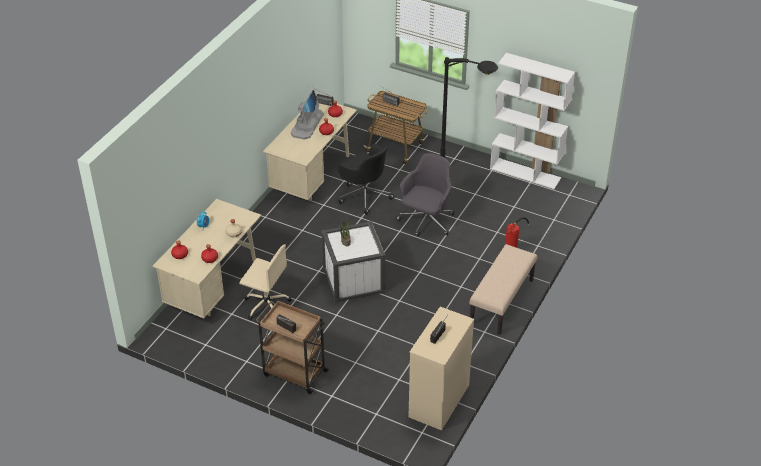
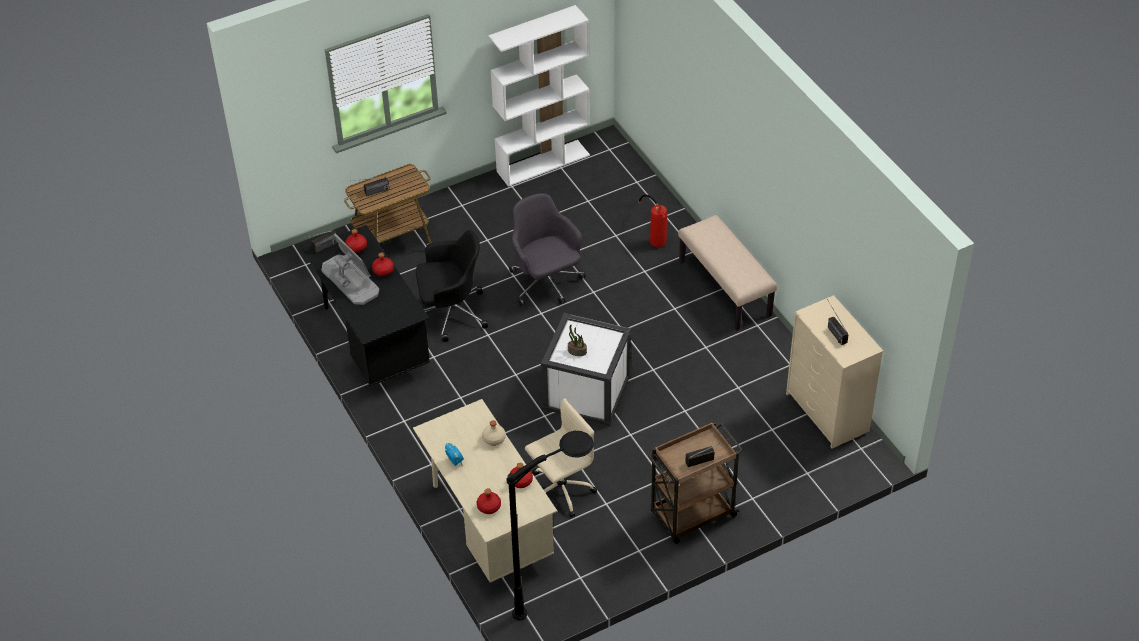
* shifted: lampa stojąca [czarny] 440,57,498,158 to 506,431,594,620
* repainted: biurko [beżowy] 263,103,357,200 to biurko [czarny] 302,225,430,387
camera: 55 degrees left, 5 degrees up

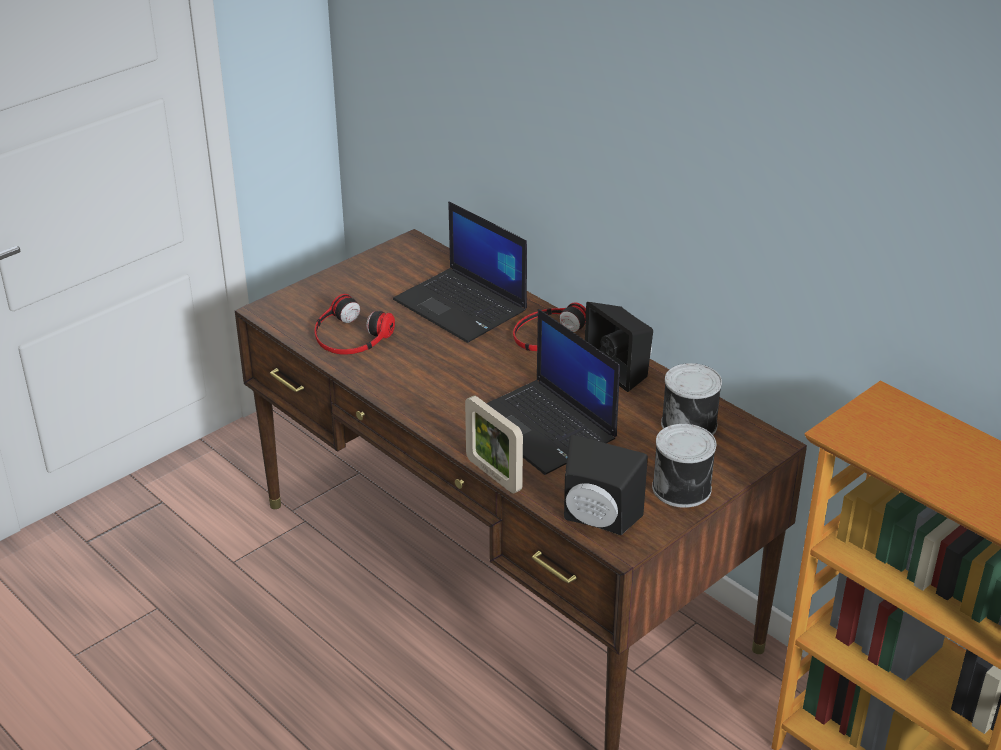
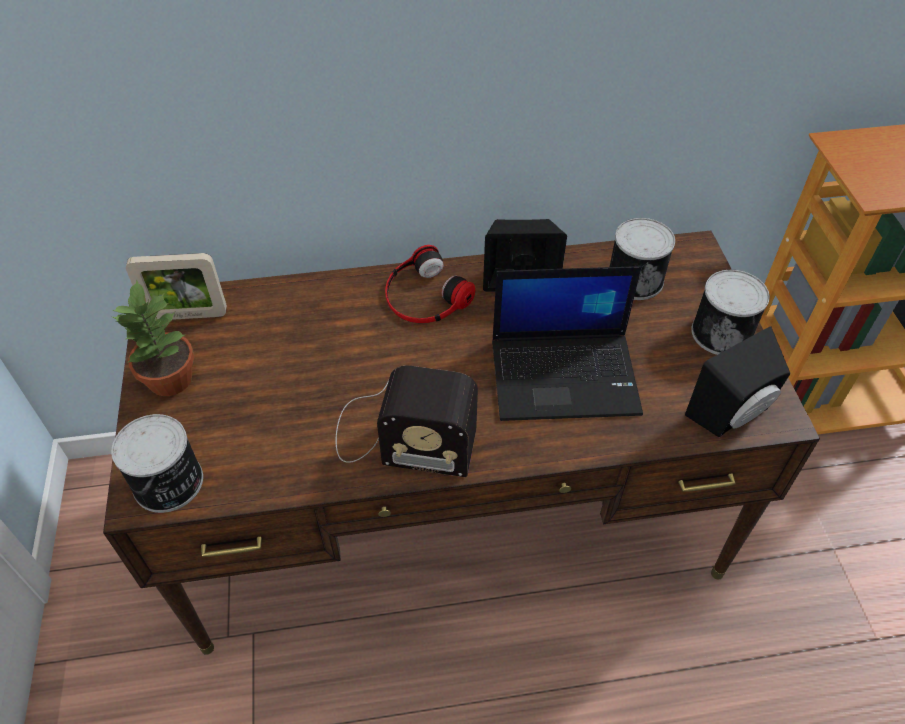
* gone: laptop 393,202,527,343
* gone: słuchawki 315,294,395,355
* shifted: ramka na zdjęcie 465,395,523,494 to 126,253,227,320
* new: roślina doniczkowa 112,279,194,396
* new: radio 336,366,478,477
* new: puszka 111,414,203,513
camera: 55 degrees left, 15 degrees up

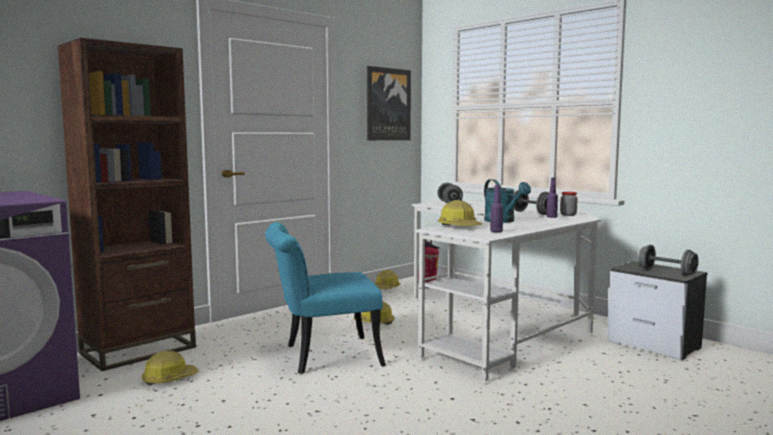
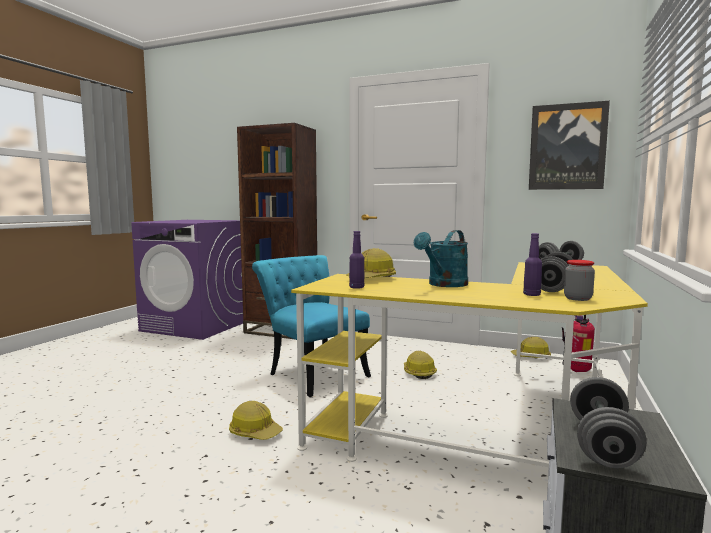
* repainted: biurko [biały] 412,200,601,384 to biurko [żółty] 291,262,648,467
* shifted: kask 142,351,198,386 to 229,401,283,440
camera: 65 degrees right, 0 degrees up

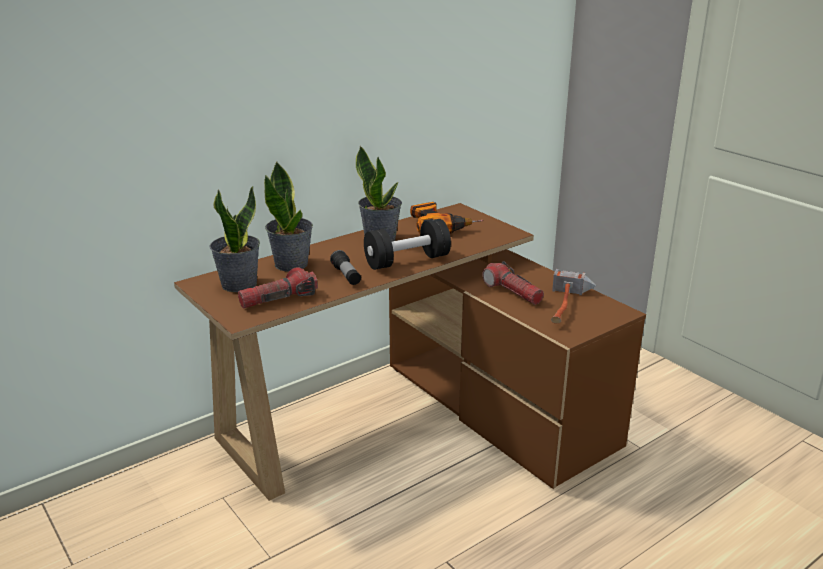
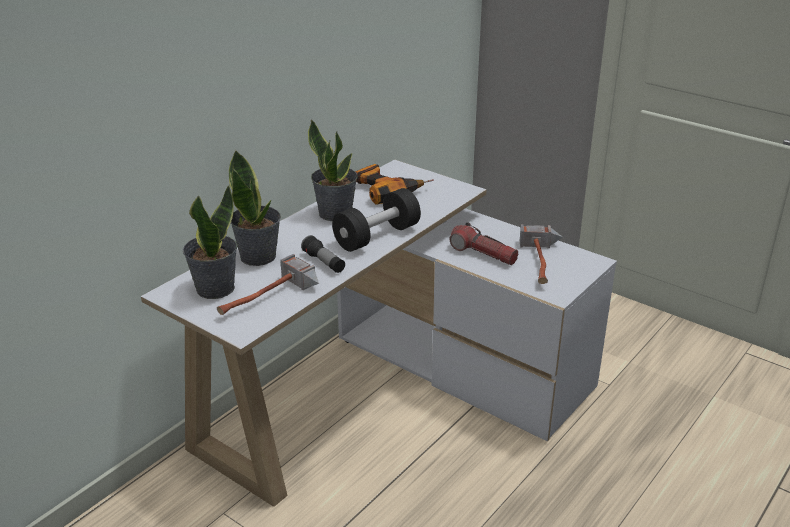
* repainted: biurko [brązowy] 174,203,646,501 to biurko [biały] 141,159,617,507
* swapped: latarka 238,267,318,309 to młotek 217,254,319,315
camera: 15 degrees left, 5 degrees up

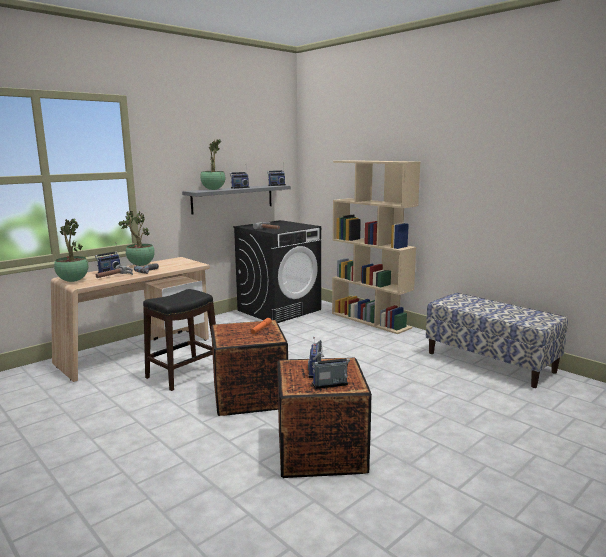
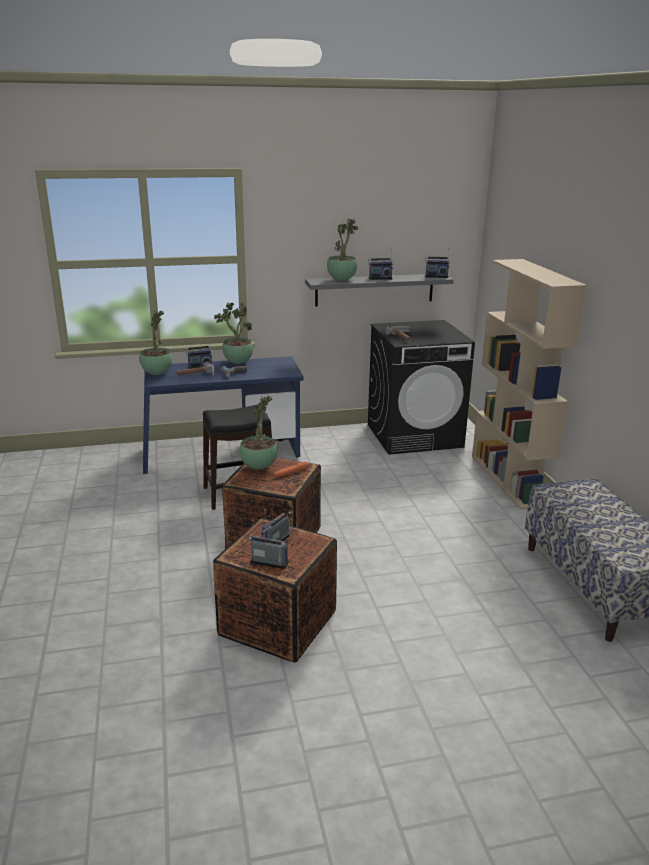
* repainted: biurko [beżowy] 51,257,210,382 to biurko [niebieski] 143,357,303,474
* new: roślina doniczkowa 239,395,278,469
camera: 30 degrees right, 10 degrees up

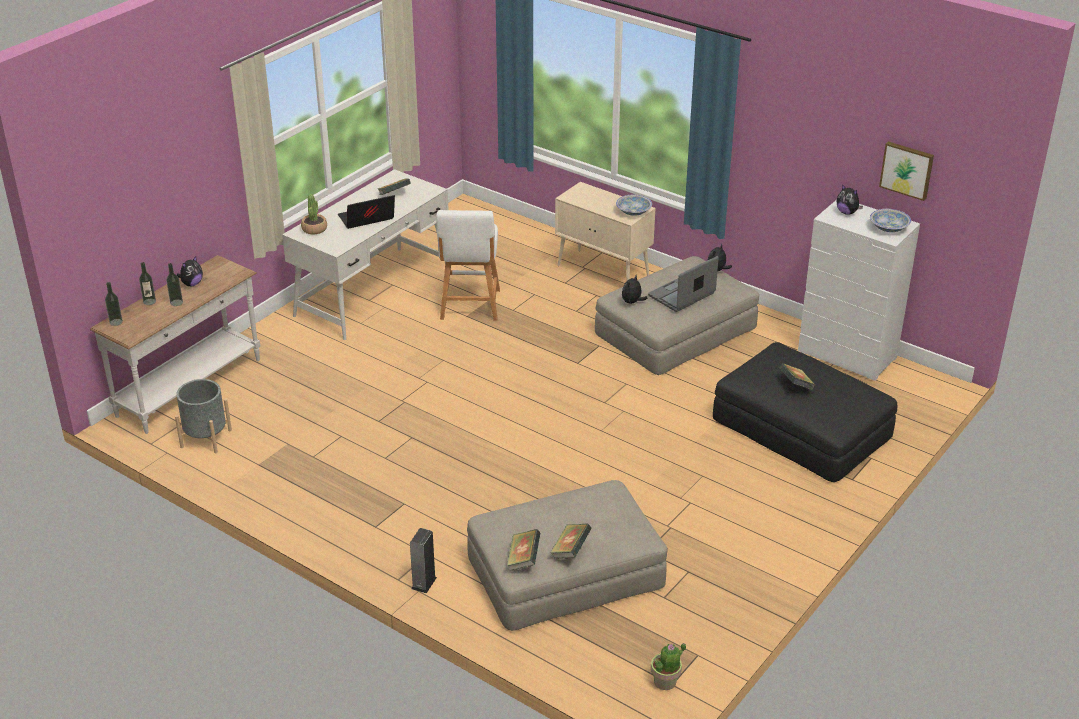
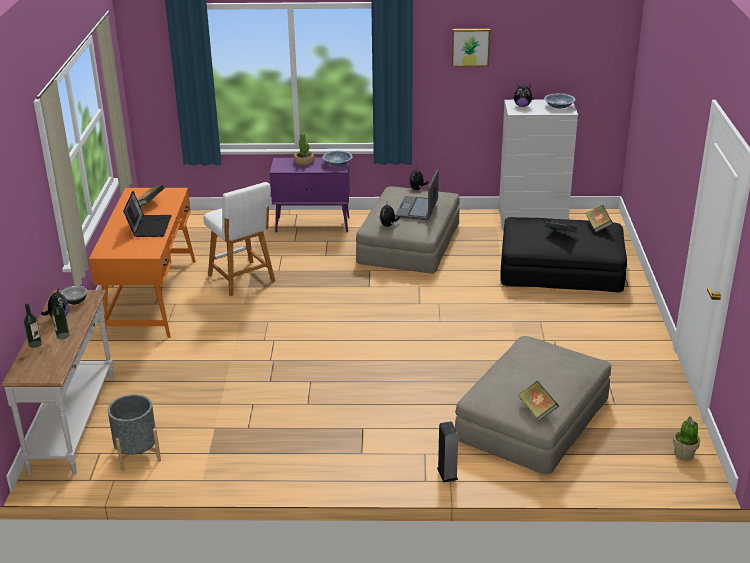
* shifted: obraz 879,141,934,201 to 452,29,490,67
* repainted: biurko [biały] 282,169,449,340 to biurko [pomarańczowy] 89,188,196,338
* repainted: szafka [beżowy] 555,182,655,281 to szafka [fioletowy] 270,158,350,232
* shifted: roślina doniczkowa 301,194,327,234 to 294,133,314,166
* rotated: laptop 338,195,395,229 = 123,191,172,237 150 degrees clockwise
* gone: butelka 105,282,123,326
* shifted: książka 550,523,592,559 to 585,205,613,233
* new: miska 61,286,87,305
camera: 35 degrees left, 5 degrees down

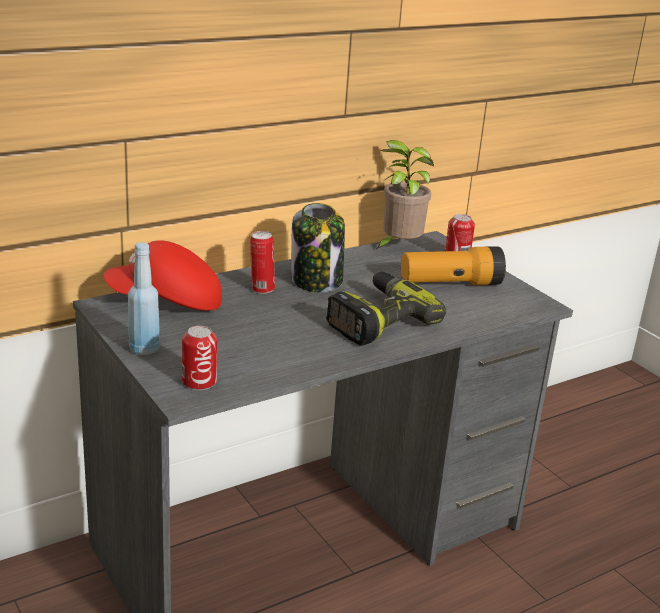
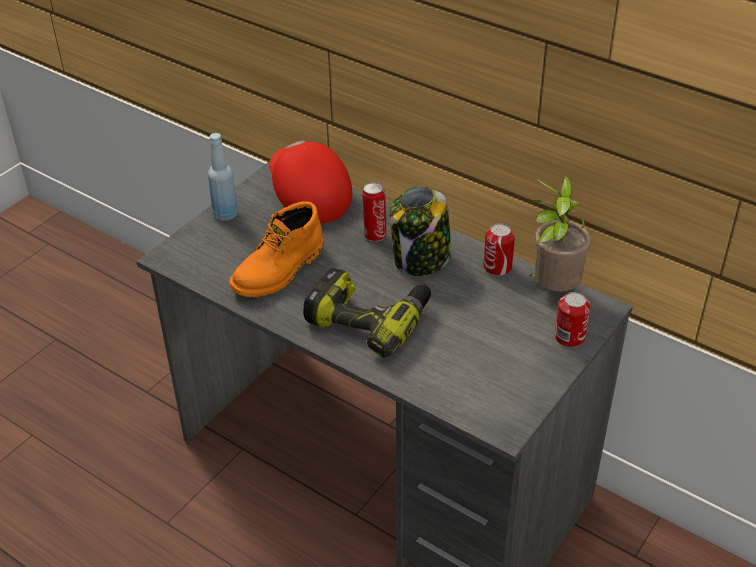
* gone: latarka 401,246,506,285
* shifted: puszka 182,326,217,390 to 483,223,515,276
* new: but z cholewką [pomarańczowy] 229,201,324,297
camera: 70 degrees right, 15 degrees up

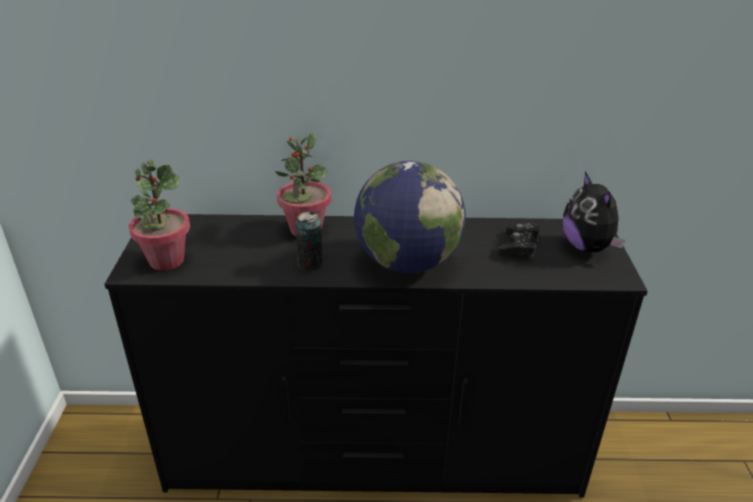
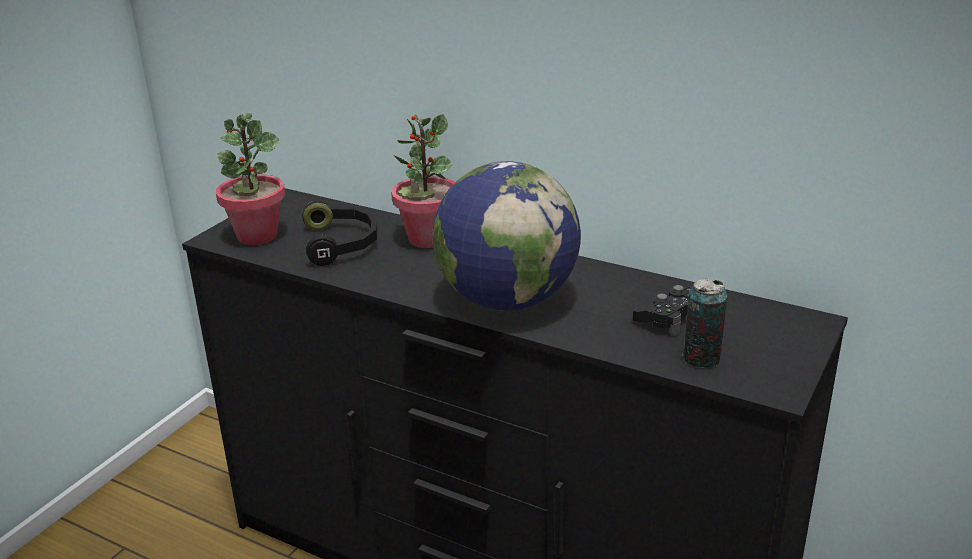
* gone: pluszak 563,171,625,252
* shifted: puszka 295,212,323,272 to 682,279,727,368
* new: słuchawki [czarny] 302,201,378,266
camera: 30 degrees right, 5 degrees down

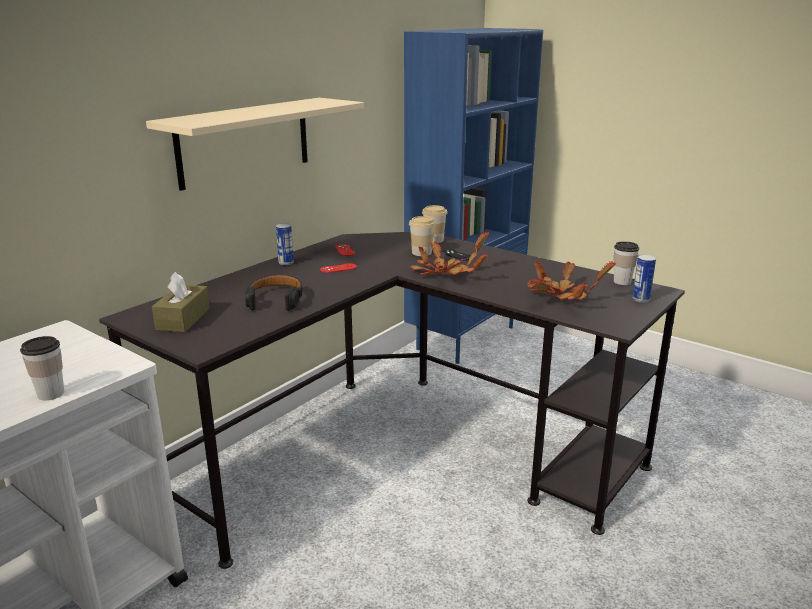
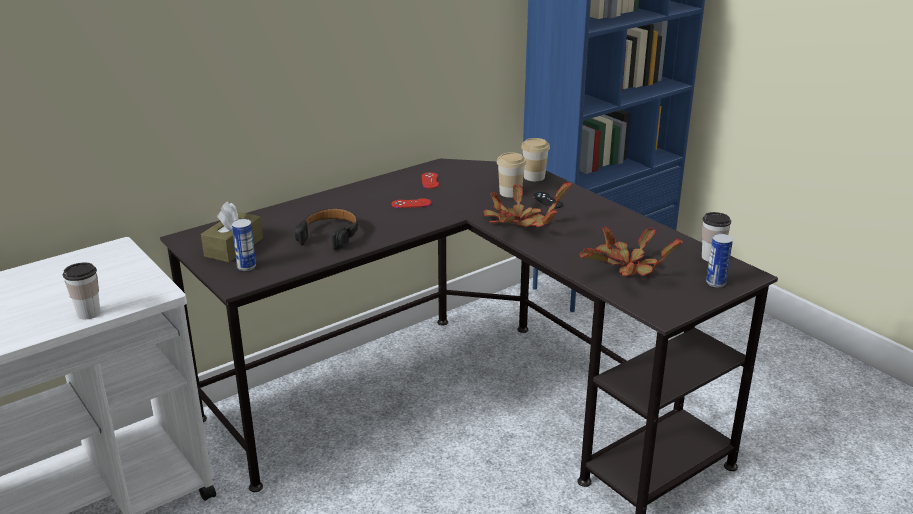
* gone: półka [beżowy] 146,98,364,191
* shifted: puszka 276,223,294,265 to 232,219,256,271
camera: 15 degrees right, 5 degrees up

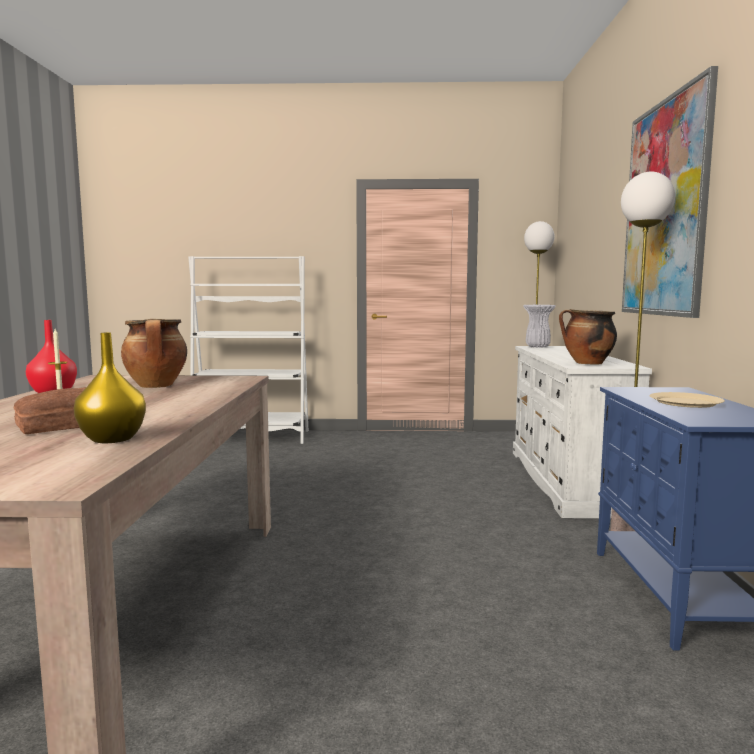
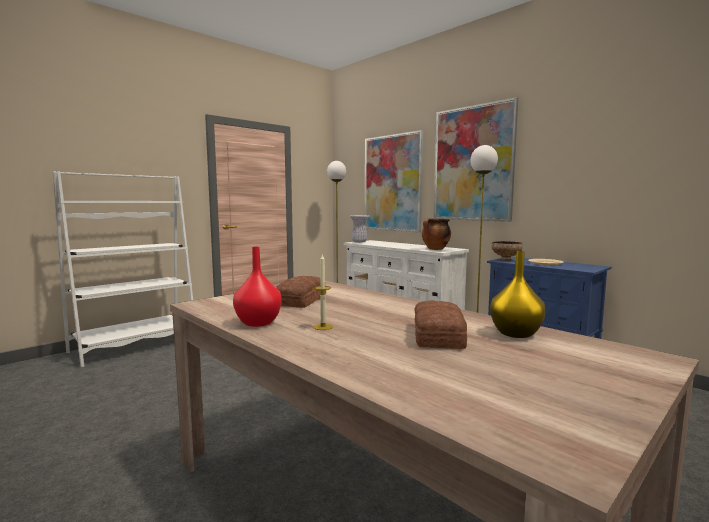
* swapped: garnek 121,319,187,388 to chleb 276,276,326,308
* new: obraz 365,130,423,233
* new: miska 491,241,523,261
camera: 45 degrees left, 0 degrees up

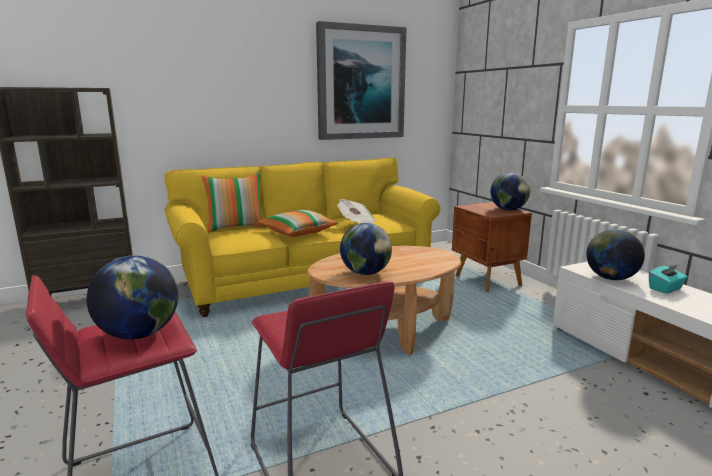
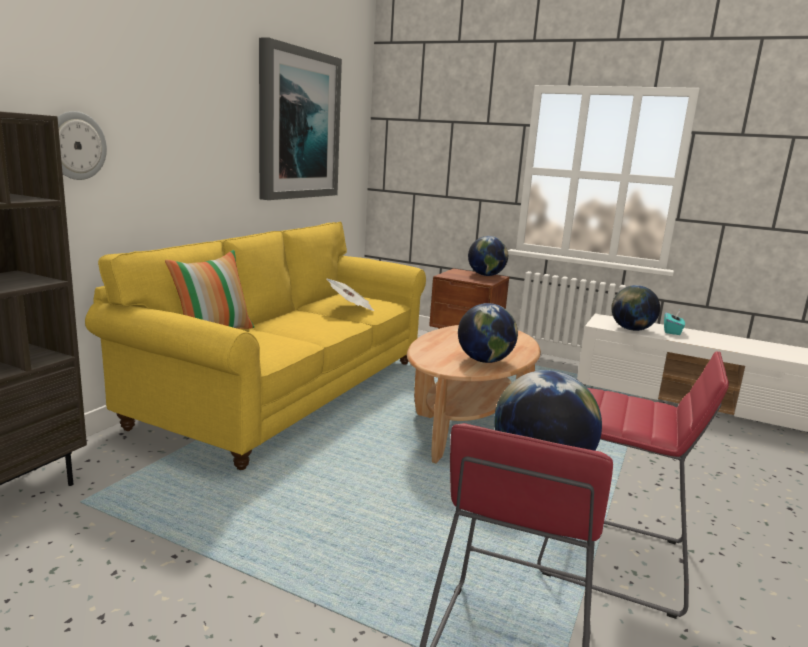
* gone: poduszka 258,210,338,237
* new: zegar ścienny 58,111,107,180
camera: 40 degrees left, 0 degrees up

